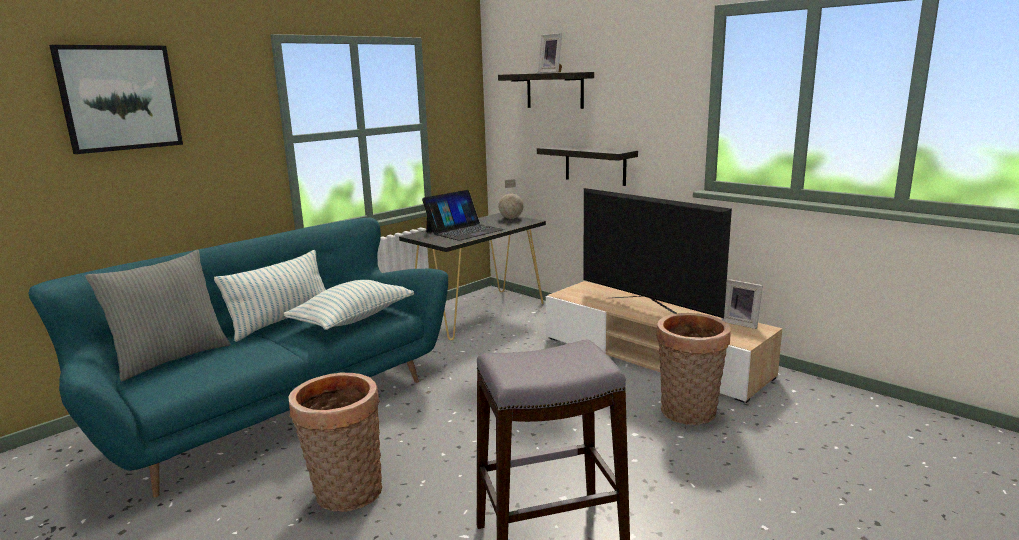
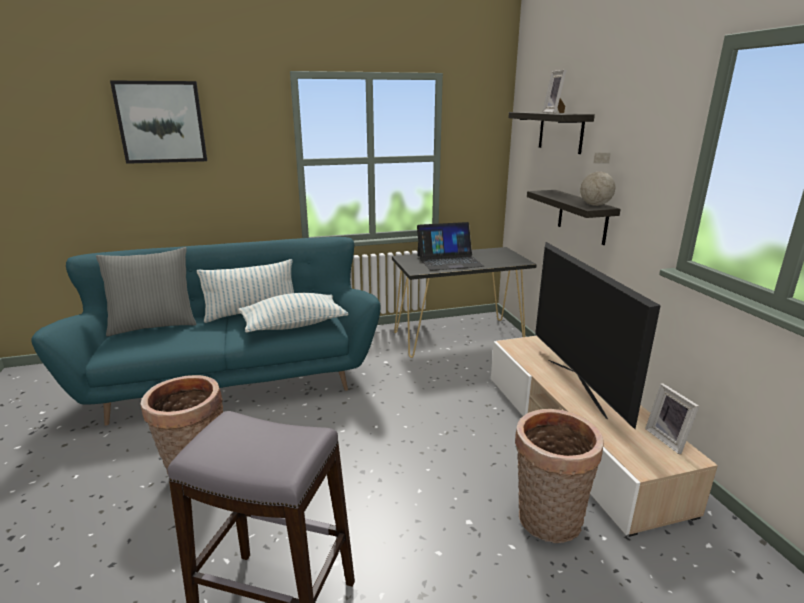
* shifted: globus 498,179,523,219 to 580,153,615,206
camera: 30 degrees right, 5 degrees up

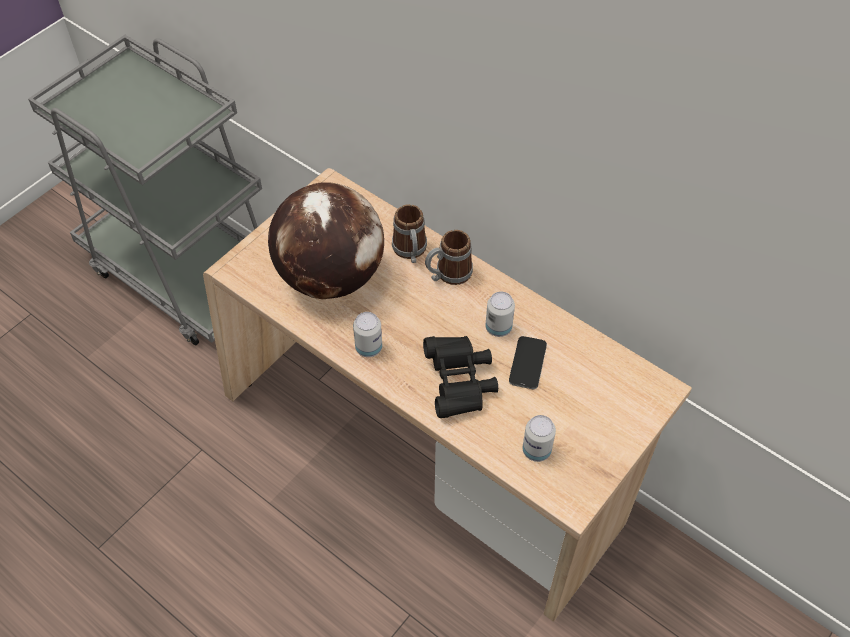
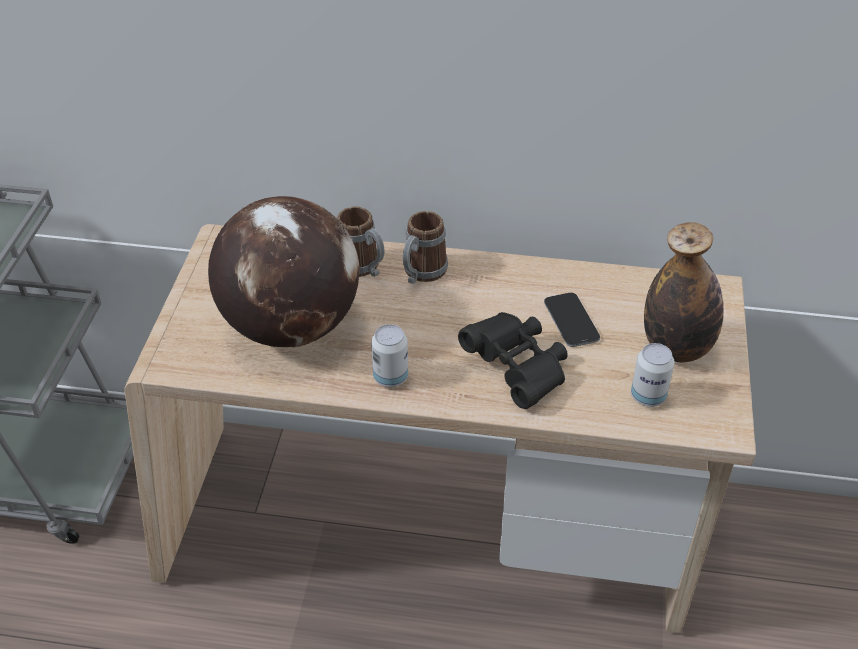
* gone: puszka 485,292,515,337
* new: butelka 644,222,723,363
camera: 30 degrees left, 10 degrees down

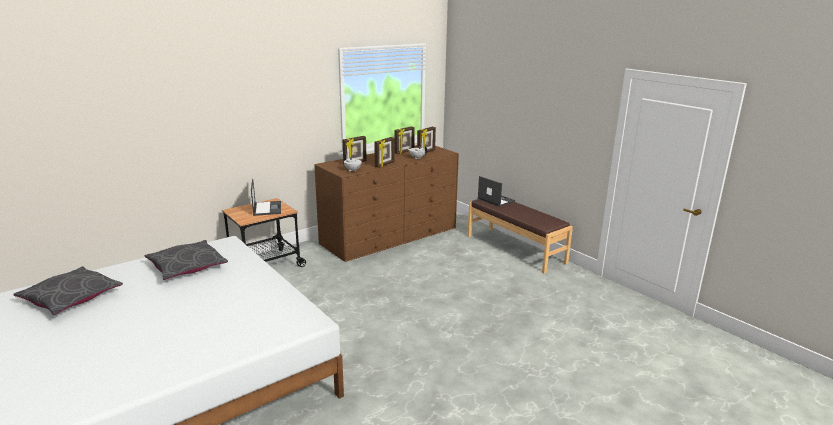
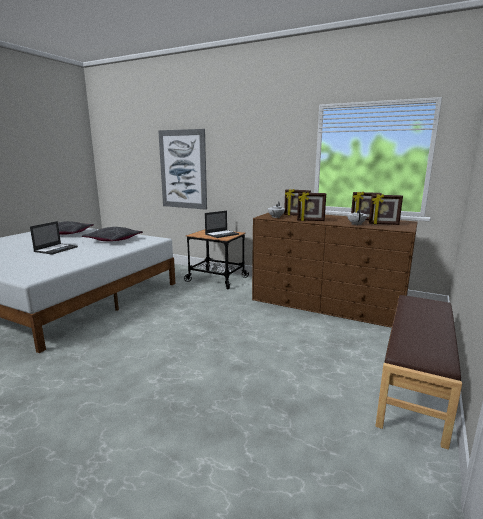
* shifted: laptop 478,176,515,207 to 30,221,78,255
* new: obraz 158,129,207,210
camera: 65 degrees right, 5 degrees down

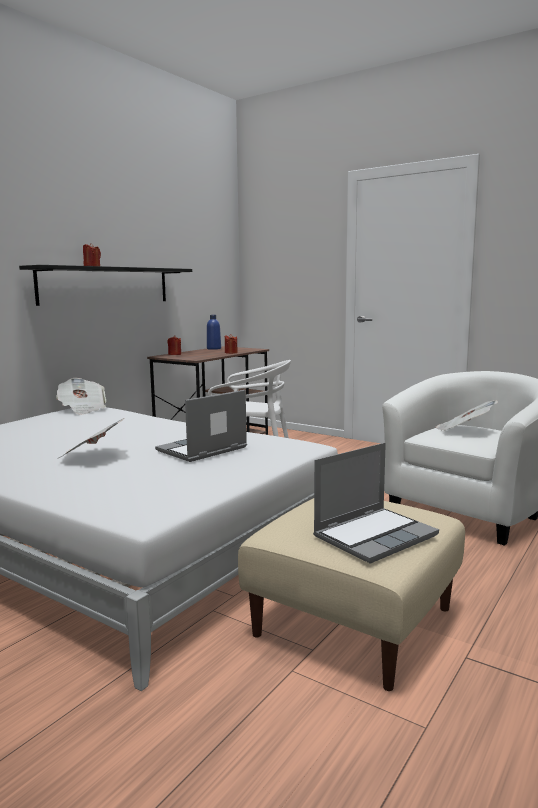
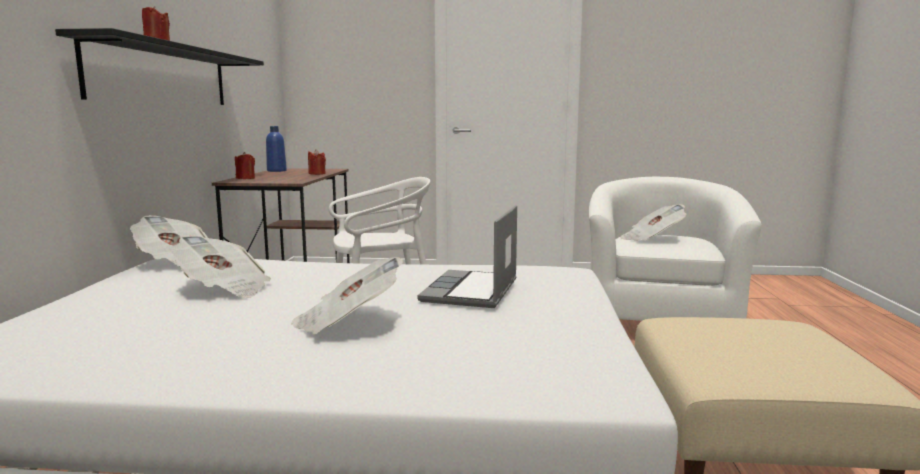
* gone: laptop 313,443,439,564
* new: gazeta 171,235,271,298
camera: 30 degrees left, 0 degrees up

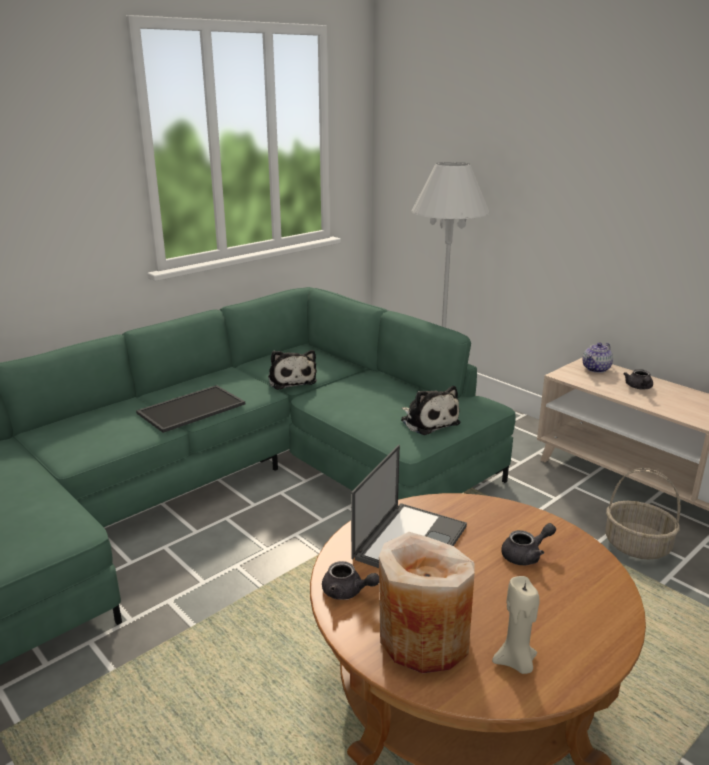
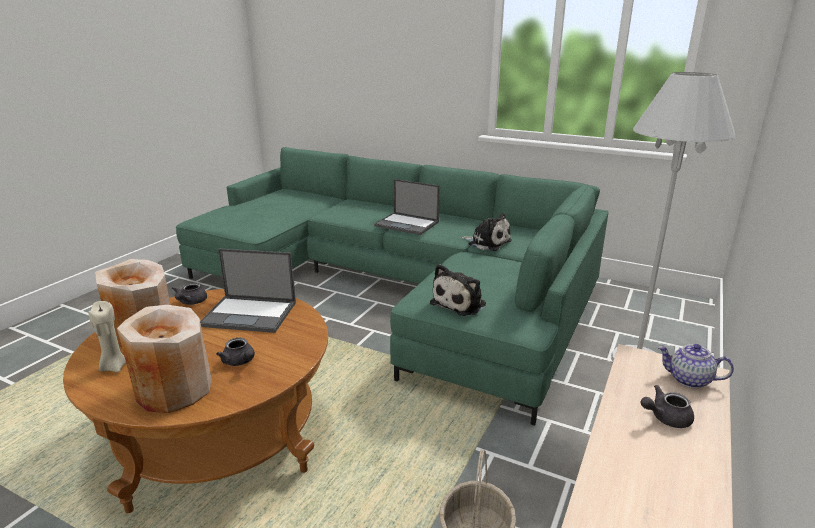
* rotated: pluszak 268,350,317,390 = 460,213,512,251 105 degrees counterclockwise
* swapped: taca 136,385,245,433 to laptop 374,179,440,235
* new: wazon [beżowy] 117,305,212,413
camera: 70 degrees right, 0 degrees up

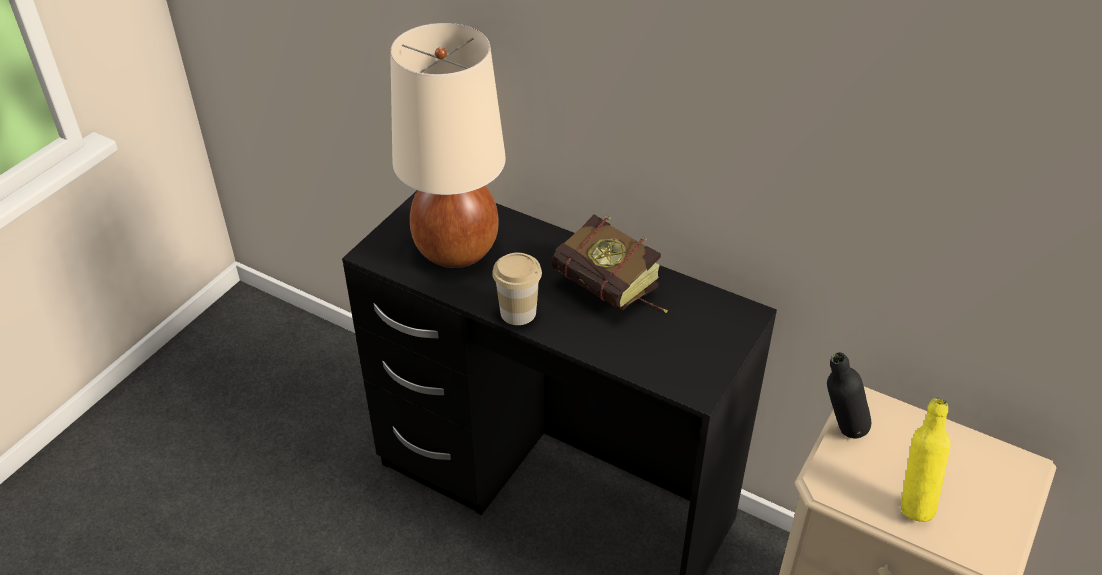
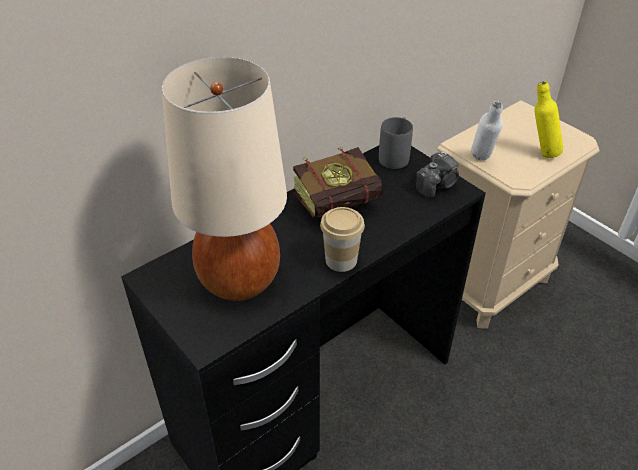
* repainted: butelka [czarny] 827,352,872,439 to butelka [biały] 471,101,503,161
* new: kubek [szary] 379,117,413,169
* new: aparat fotograficzny 416,151,459,198
camera: 70 degrees left, 0 degrees up

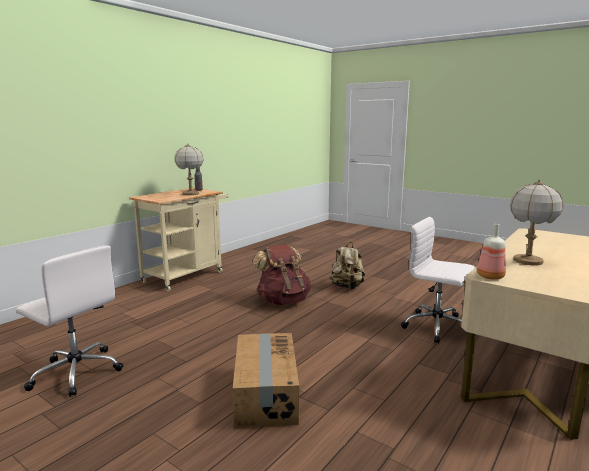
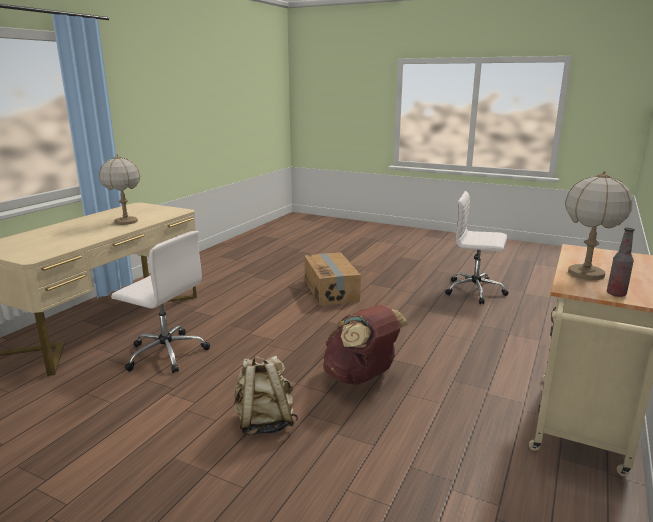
* gone: butelka 477,224,506,280
camera: 170 degrees right, 5 degrees up

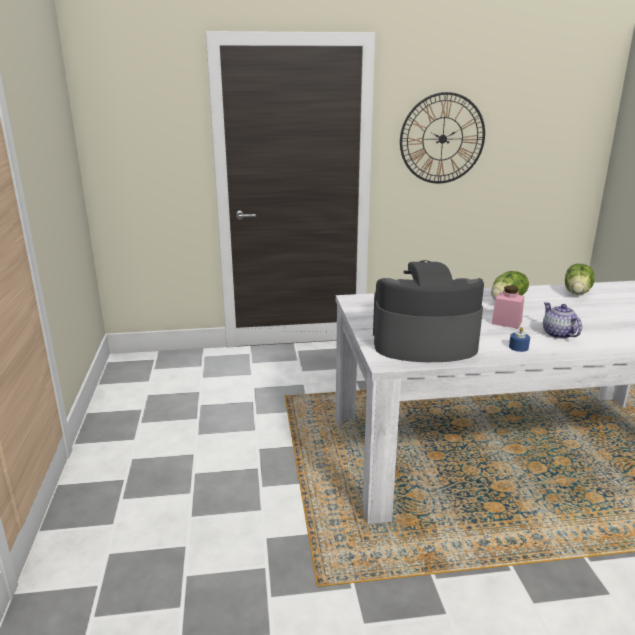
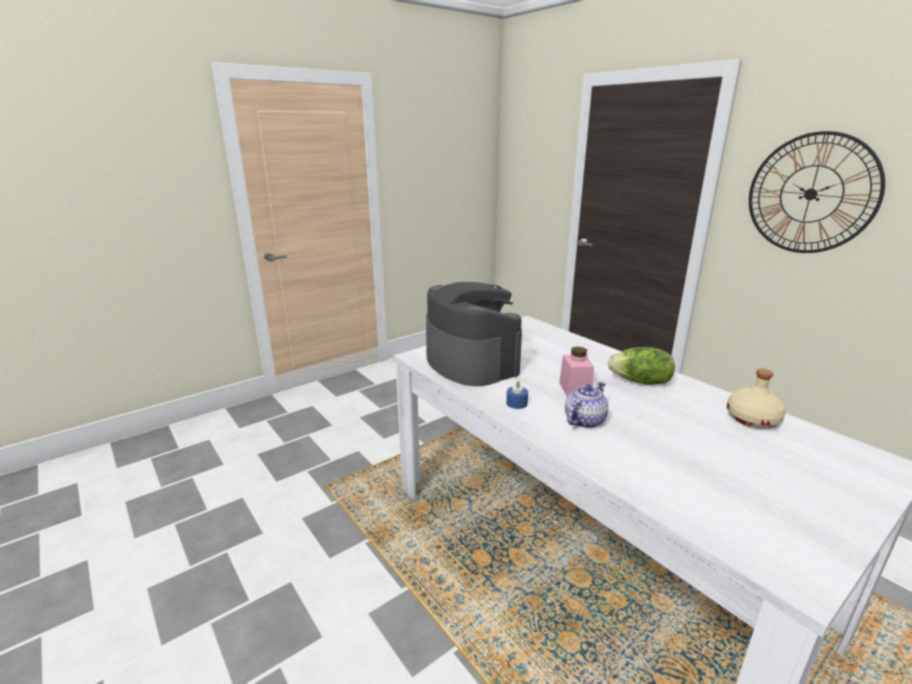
* swapped: sałata 565,264,595,294 to butelka [beżowy] 727,369,785,429
camera: 60 degrees right, 0 degrees up

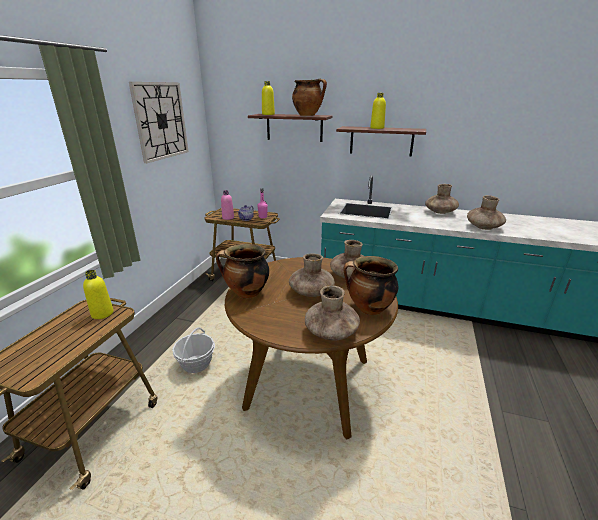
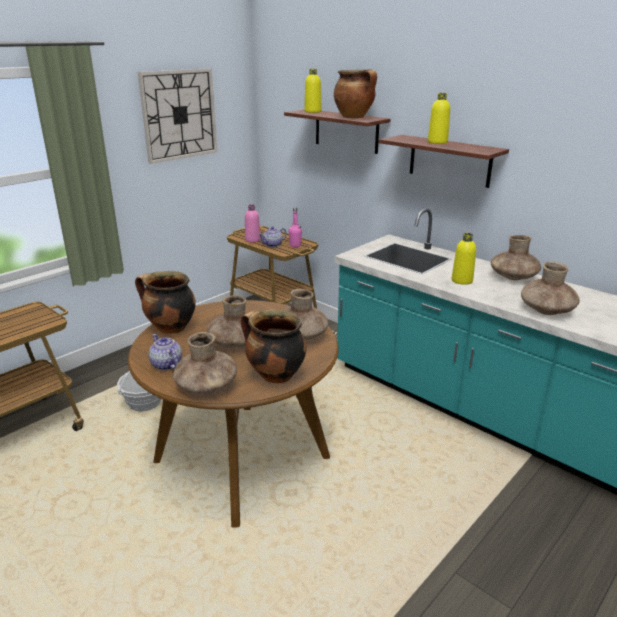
* shifted: butelka [żółty] 83,270,114,319 to 452,233,476,285
* new: imbryk 149,334,182,371
camera: 25 degrees right, 0 degrees up

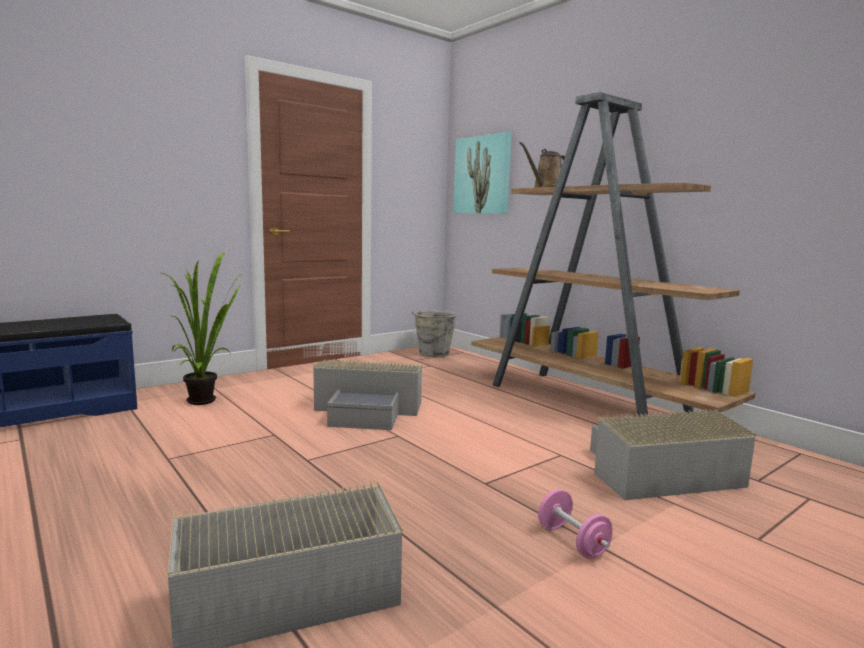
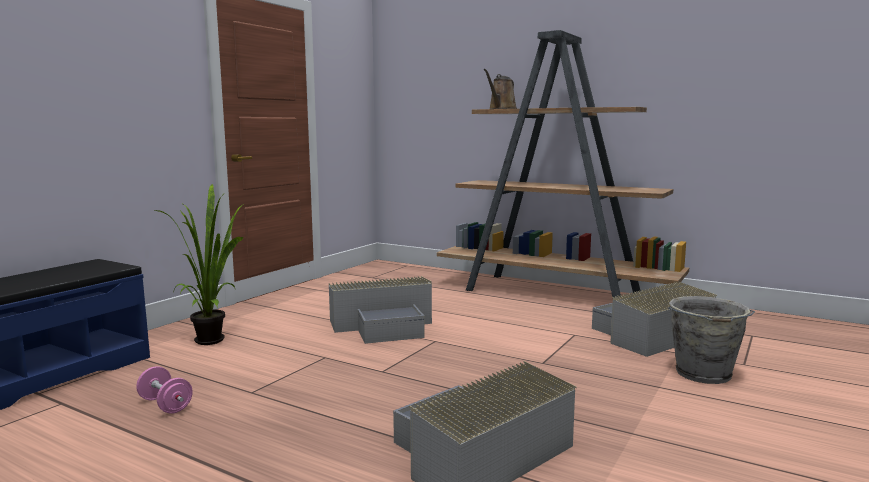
* gone: obraz 453,132,512,214
* shifted: wiadro [szary] 412,310,457,357 to 668,296,755,384
* shifted: hantel [różowy] 538,489,613,559 to 136,366,193,414
camera: 20 degrees left, 0 degrees up

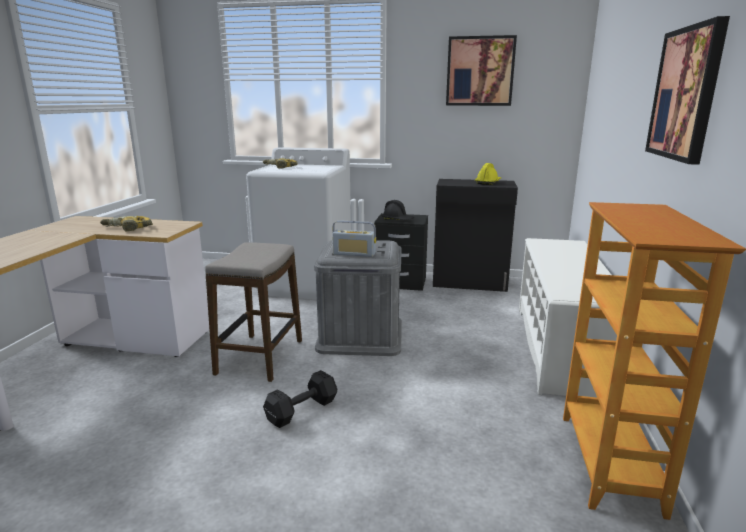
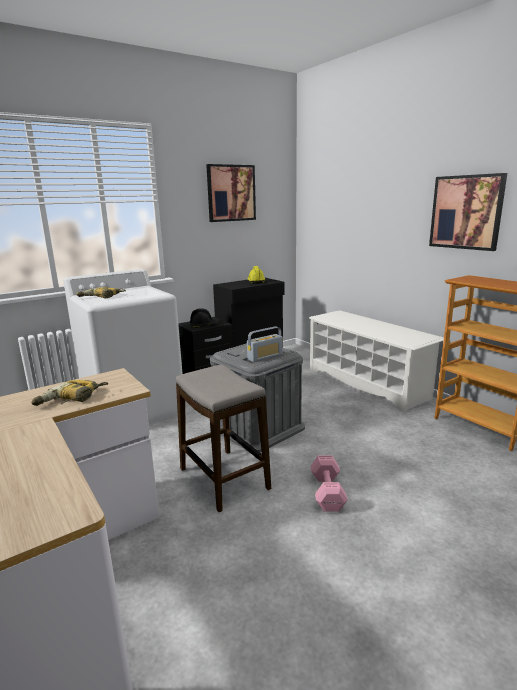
* repainted: hantel [czarny] 263,370,337,428 to hantel [różowy] 311,455,348,511
camera: 45 degrees left, 0 degrees up

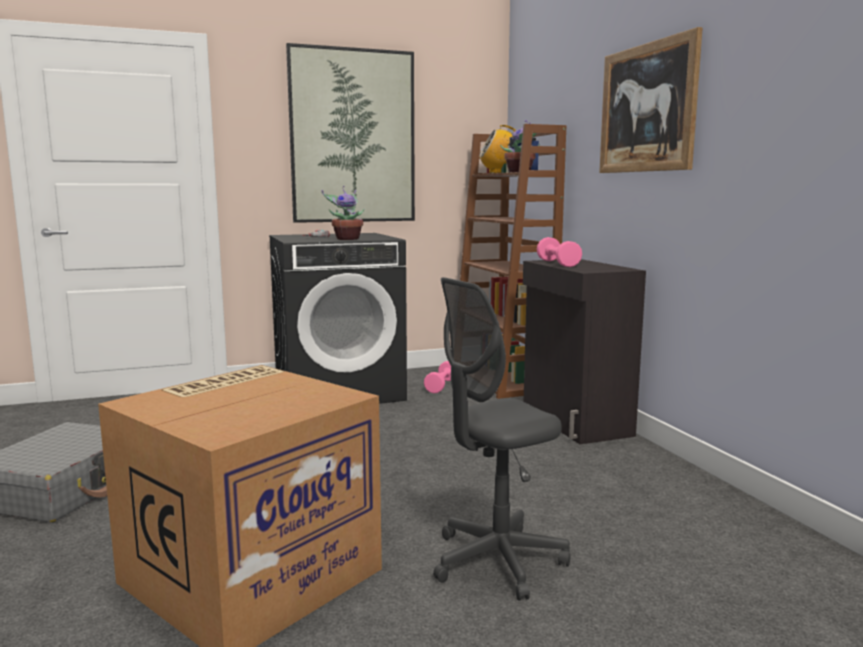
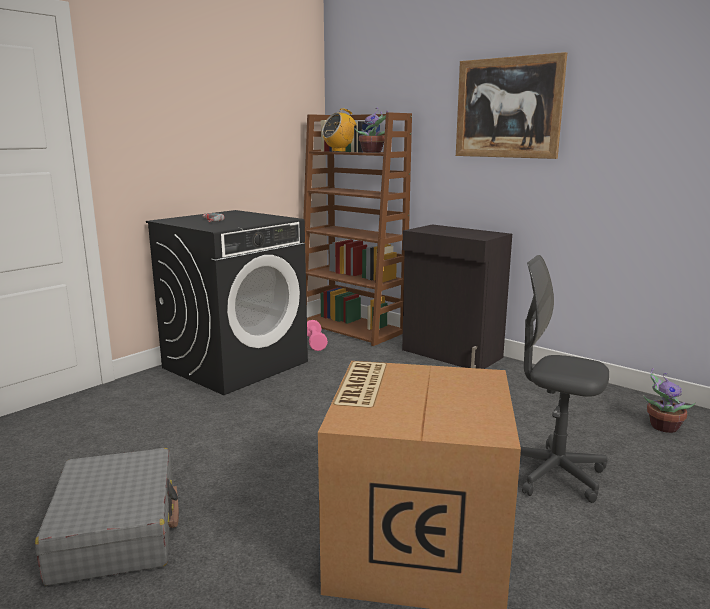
* gone: obraz 286,43,415,223
* shifted: roślina doniczkowa 322,186,365,240 to 643,368,696,433
* gone: hantel [różowy] 537,237,582,267
* rotated: krzesło biurowe [szary] 433,277,570,601 = 520,255,609,503 90 degrees clockwise
camera: 30 degrees left, 5 degrees up

